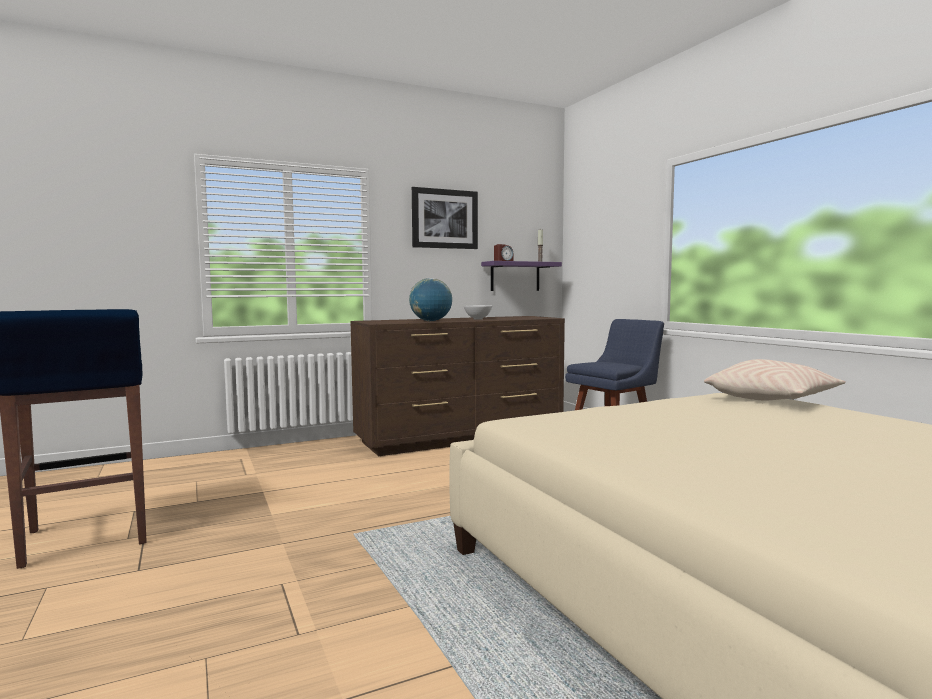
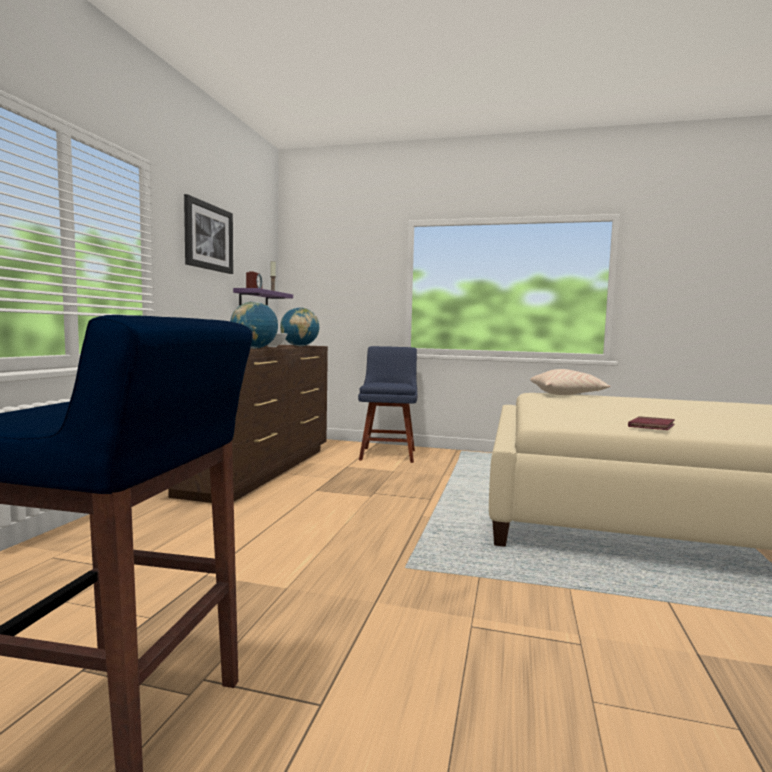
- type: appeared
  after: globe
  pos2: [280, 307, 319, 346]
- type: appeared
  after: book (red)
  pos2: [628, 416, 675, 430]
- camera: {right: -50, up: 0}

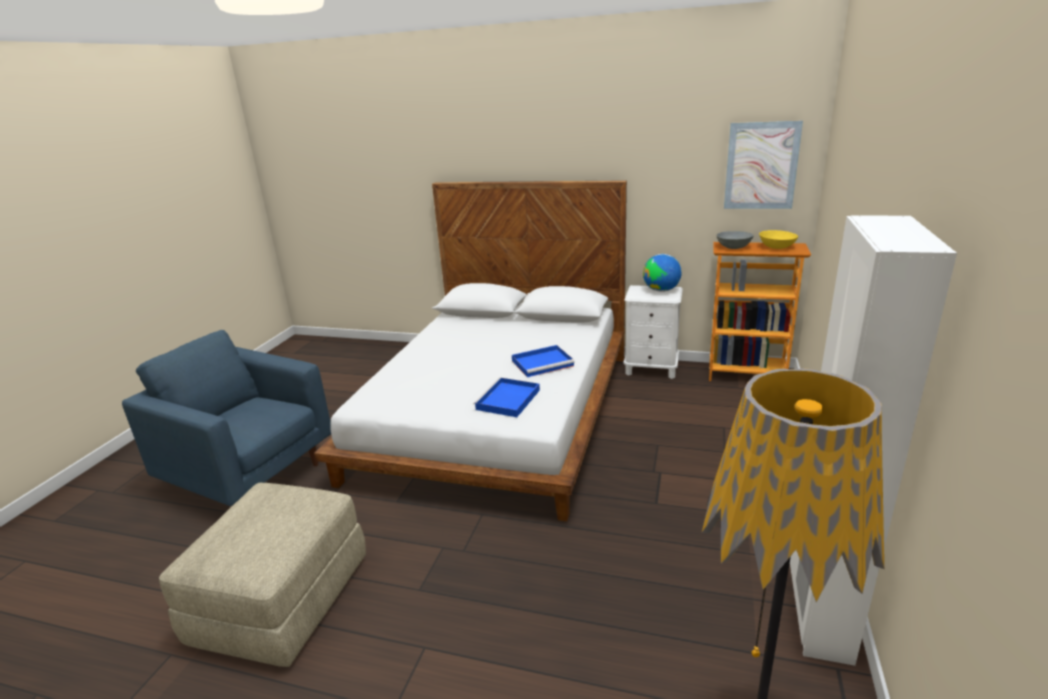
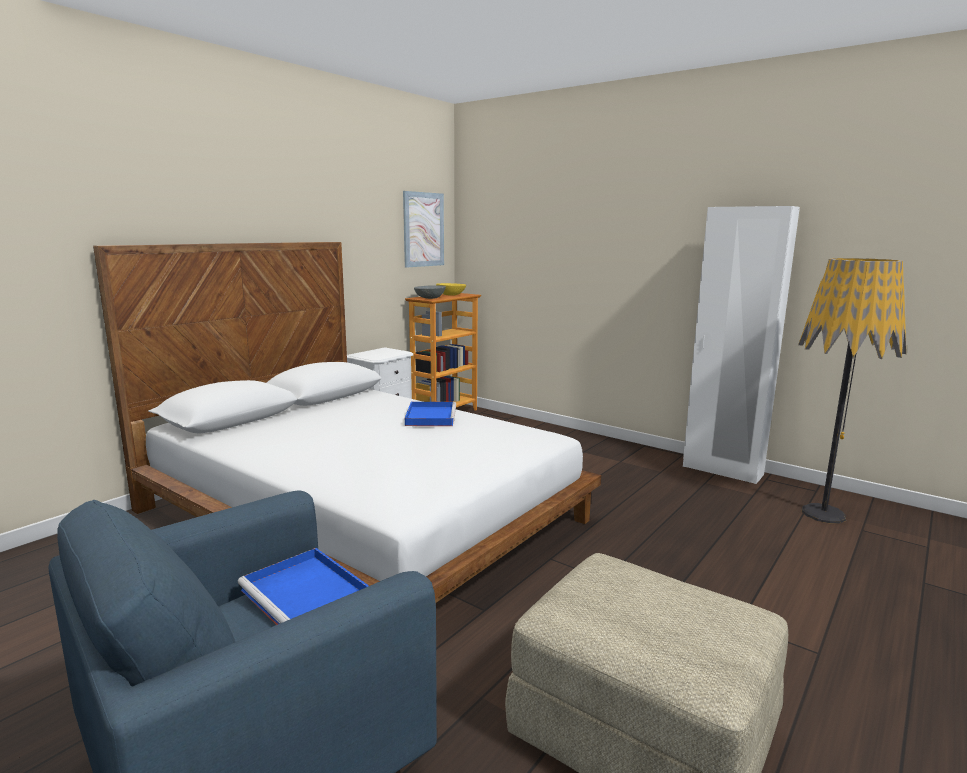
- type: relocated
  before: tray (blue)
  pos1: [473, 377, 540, 417]
  pos2: [238, 548, 369, 625]
- type: missing
  before: globe
  pos1: [643, 254, 682, 292]
- camera: {right: -70, up: -10}

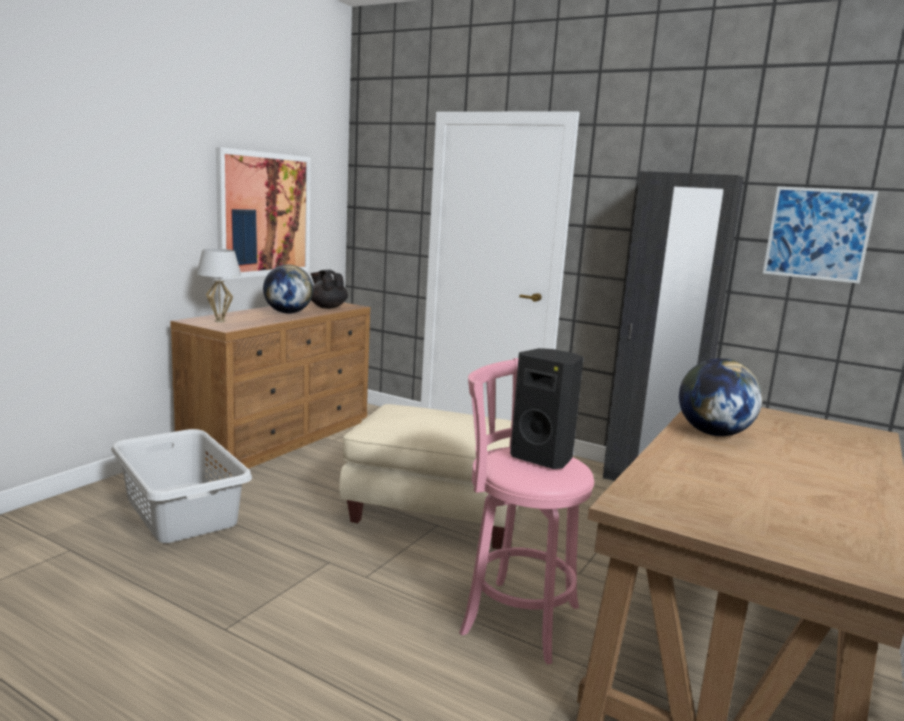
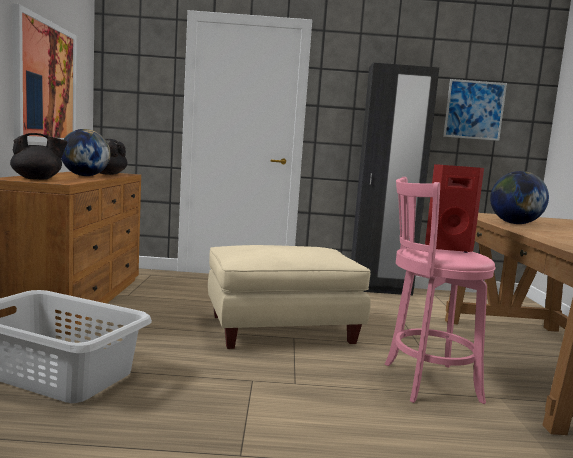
- type: exchanged
  before: table lamp (white)
  after: teapot (black)
  pos1: [196, 249, 241, 322]
  pos2: [10, 133, 68, 180]
- type: colour
  before: speaker (black)
  after: speaker (red)
  pos1: [510, 348, 584, 469]
  pos2: [425, 164, 484, 253]
- camera: {right: -30, up: -5}

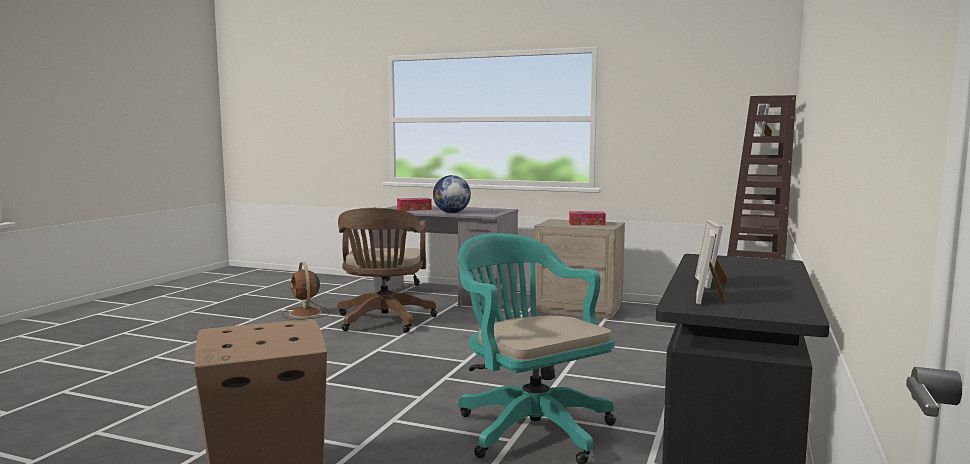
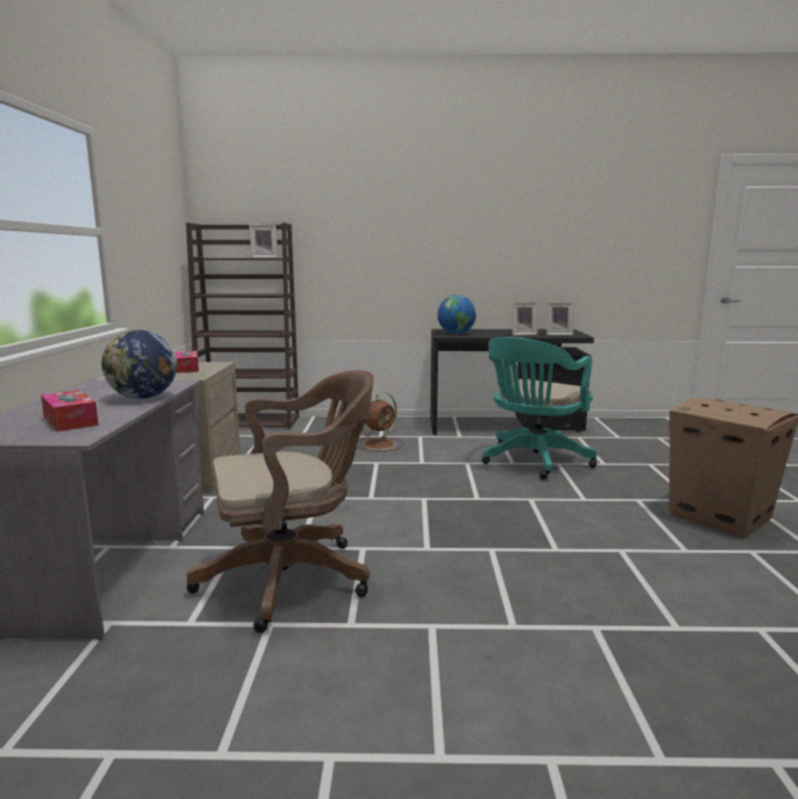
- type: relocated
  before: fan (brown)
  pos1: [282, 262, 330, 320]
  pos2: [356, 392, 404, 452]
- type: appeared
  after: globe
  pos2: [437, 295, 476, 334]
- camera: {right: -110, up: 5}

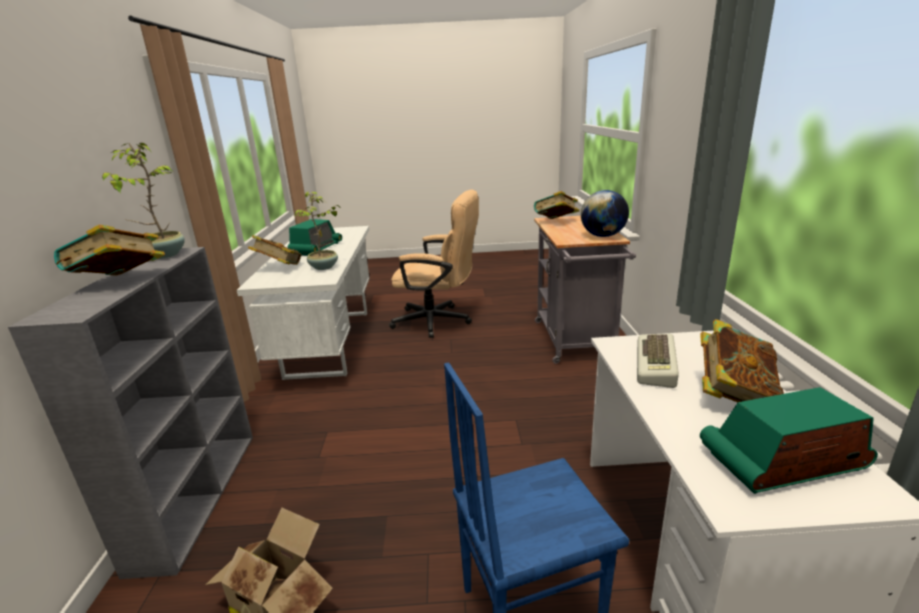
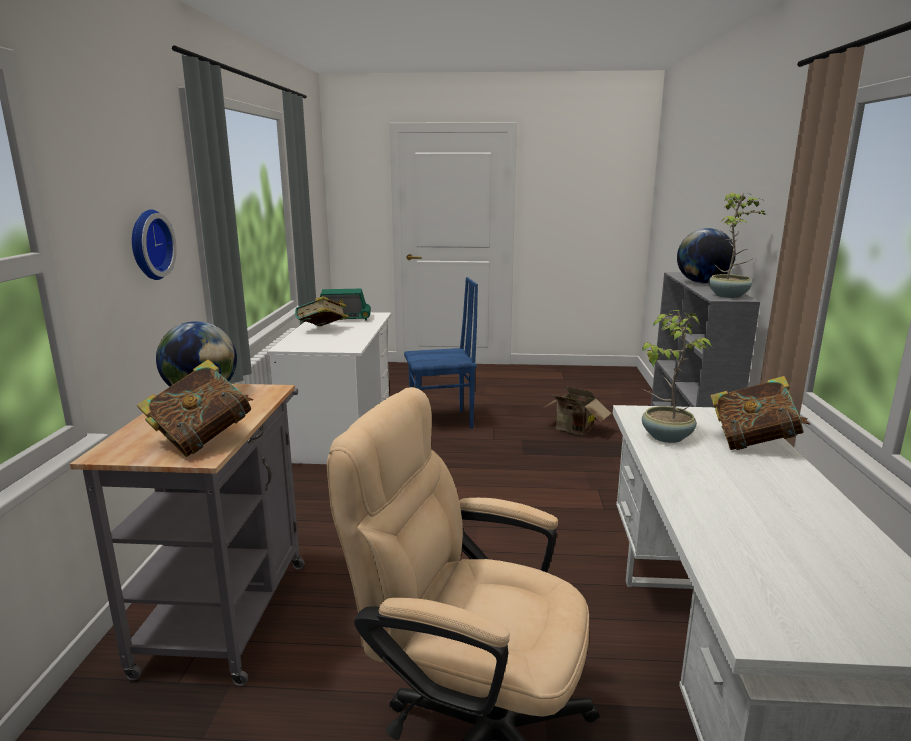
- type: exchanged
  before: book
  after: globe
  pos1: [54, 224, 165, 275]
  pos2: [677, 228, 736, 283]
- type: missing
  before: radio
  pos1: [288, 219, 342, 256]
- type: missing
  before: keyboard
  pos1: [637, 334, 679, 388]
- type: appeared
  after: wall clock
  pos2: [132, 209, 177, 280]
- camera: {right: -175, up: -5}

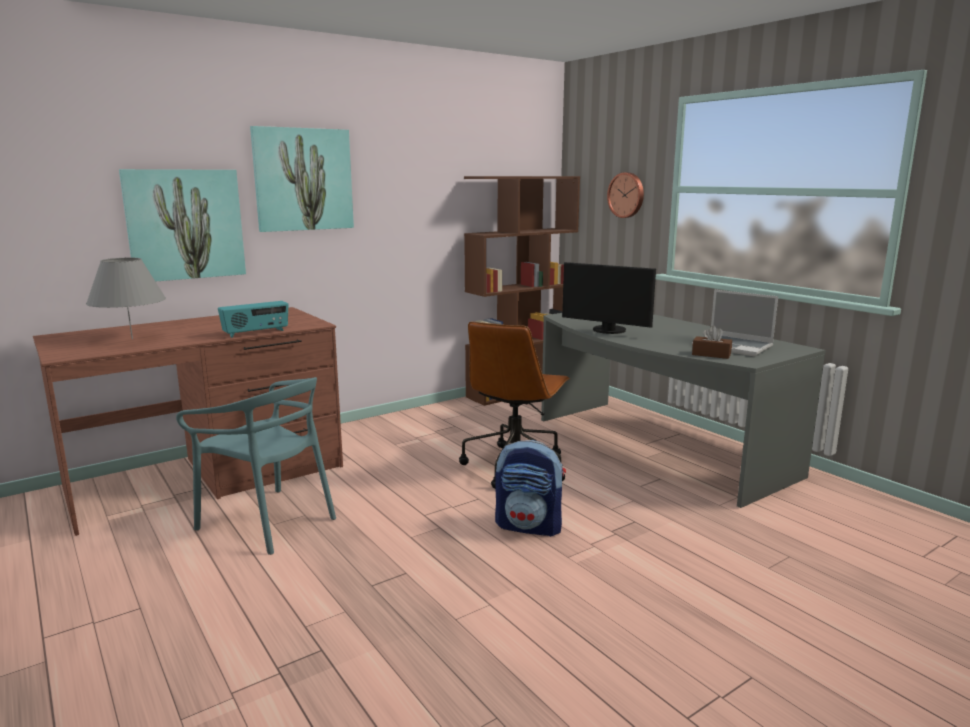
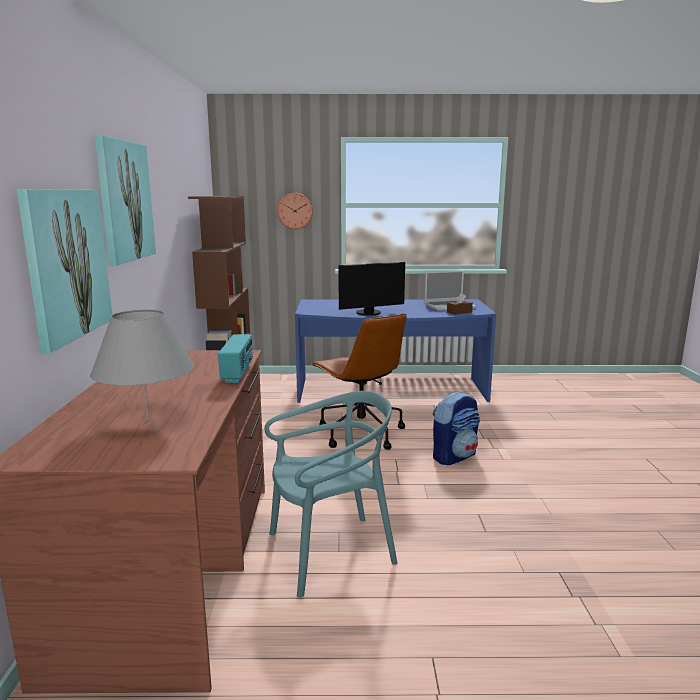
- type: colour
  before: desk (grey)
  after: desk (blue)
  pos1: [541, 313, 826, 508]
  pos2: [295, 299, 496, 403]
- camera: {right: -55, up: 0}

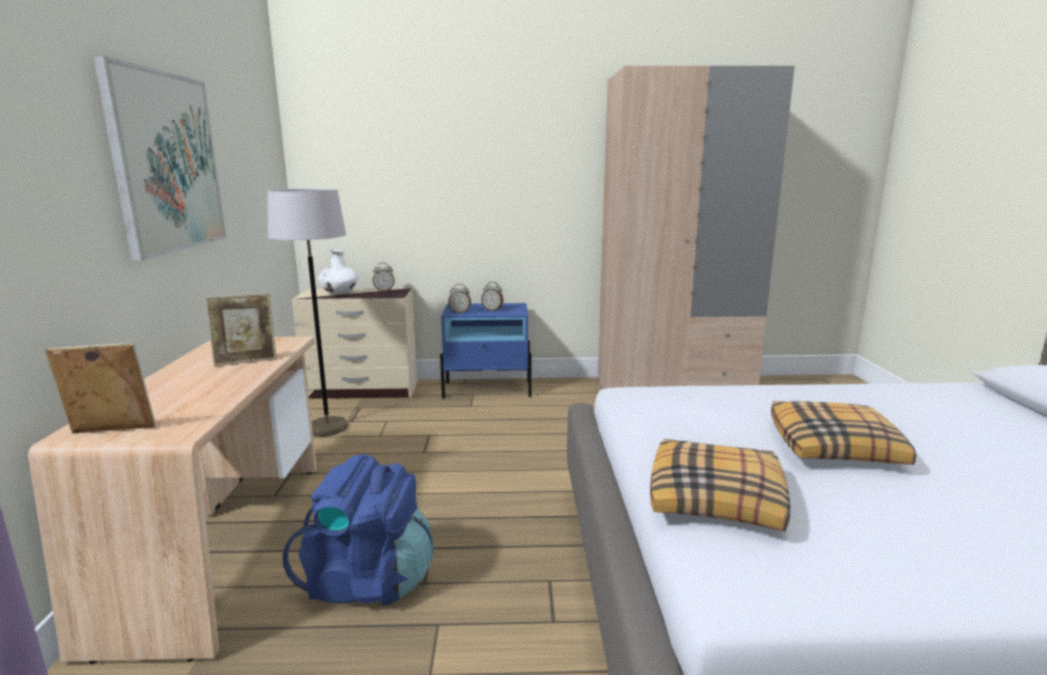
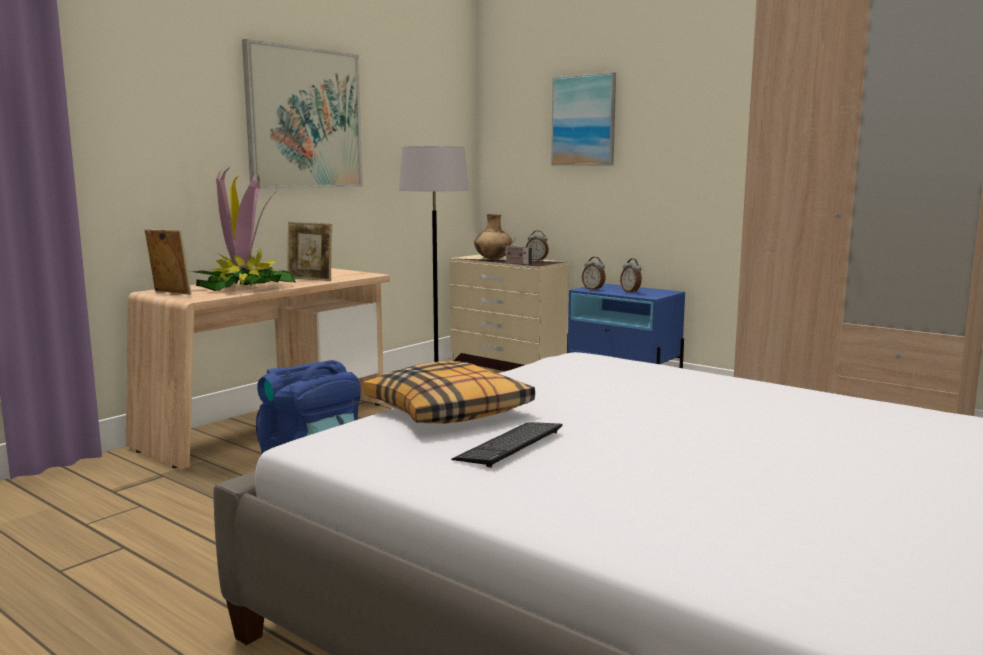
- type: colour
  before: vase (white)
  after: vase (brown)
  pos1: [318, 250, 358, 295]
  pos2: [474, 214, 513, 260]
- type: missing
  before: pillow
  pos1: [771, 401, 916, 465]
- type: appeared
  after: potted plant
  pos2: [188, 164, 296, 291]
- type: appeared
  after: keyboard
  pos2: [451, 422, 563, 468]
- type: appeared
  after: radio
  pos2: [504, 237, 532, 265]
- type: appeared
  after: picture
  pos2: [551, 72, 616, 166]
- camera: {right: 40, up: -5}

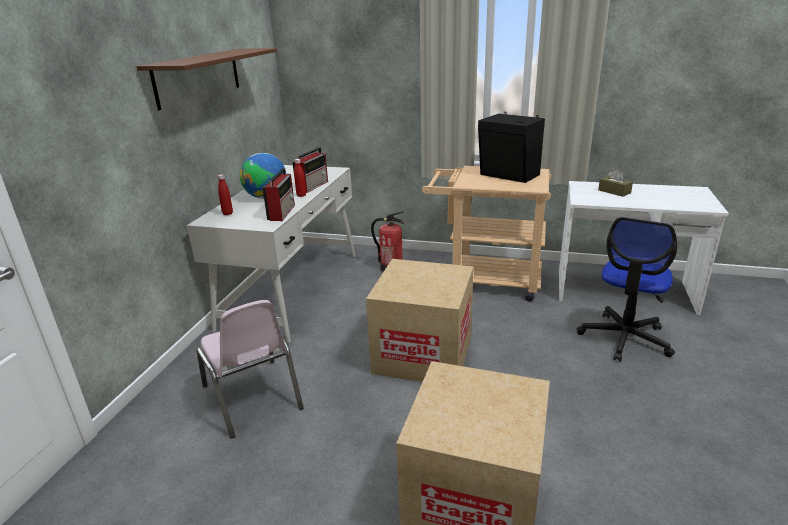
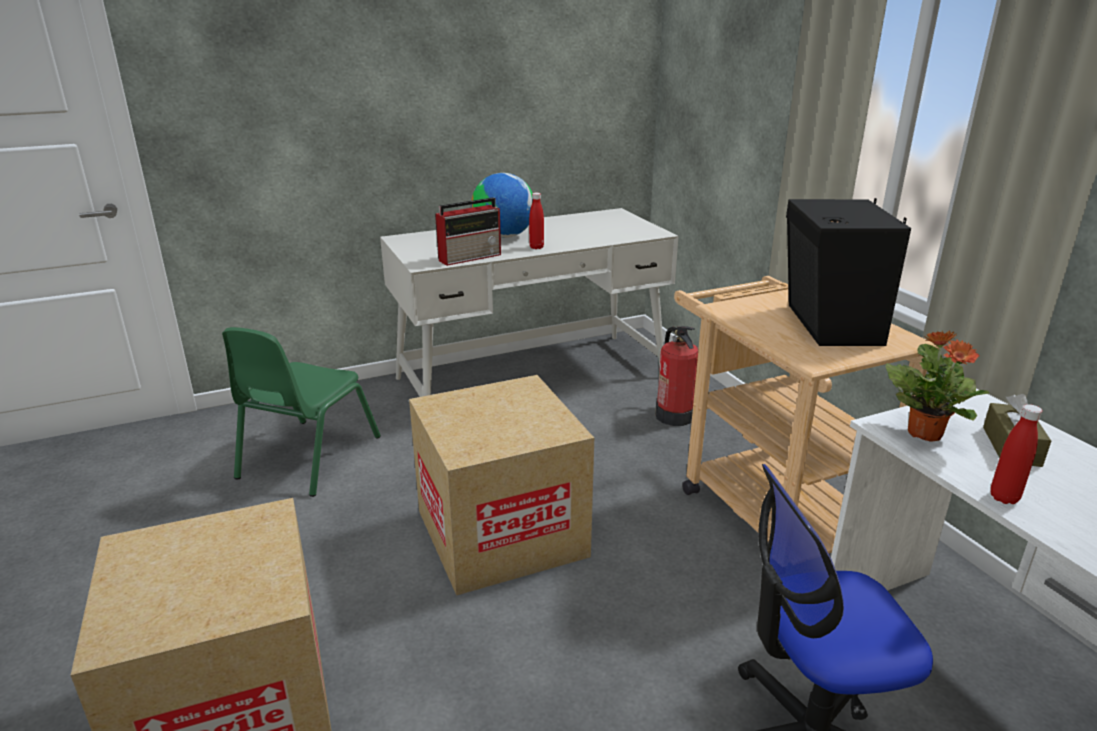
- type: missing
  before: shelf (brown)
  pos1: [136, 48, 278, 110]
- type: colour
  before: chair (pink)
  after: chair (green)
  pos1: [196, 300, 304, 438]
  pos2: [222, 327, 381, 497]
- type: relocated
  before: bottle (red)
  pos1: [218, 174, 233, 215]
  pos2: [991, 404, 1043, 504]
- type: missing
  before: radio
  pos1: [292, 147, 328, 193]
- type: appeared
  after: potted plant
  pos2: [885, 331, 990, 442]
- camera: {right: 50, up: 0}

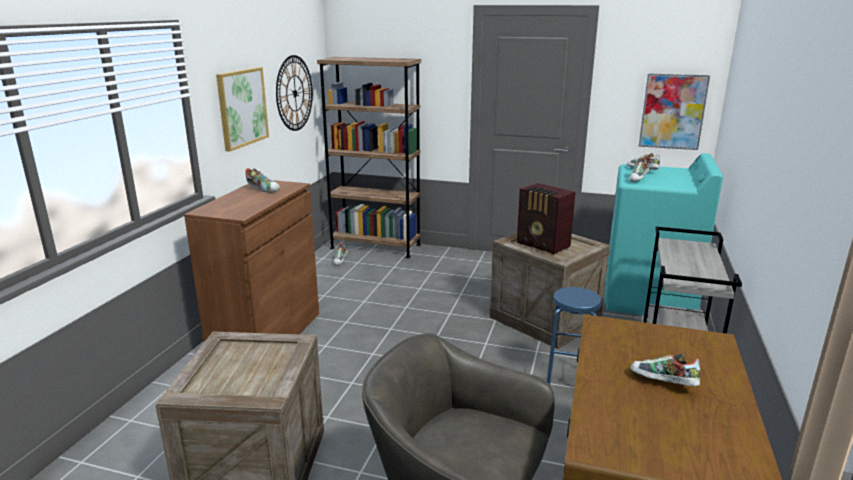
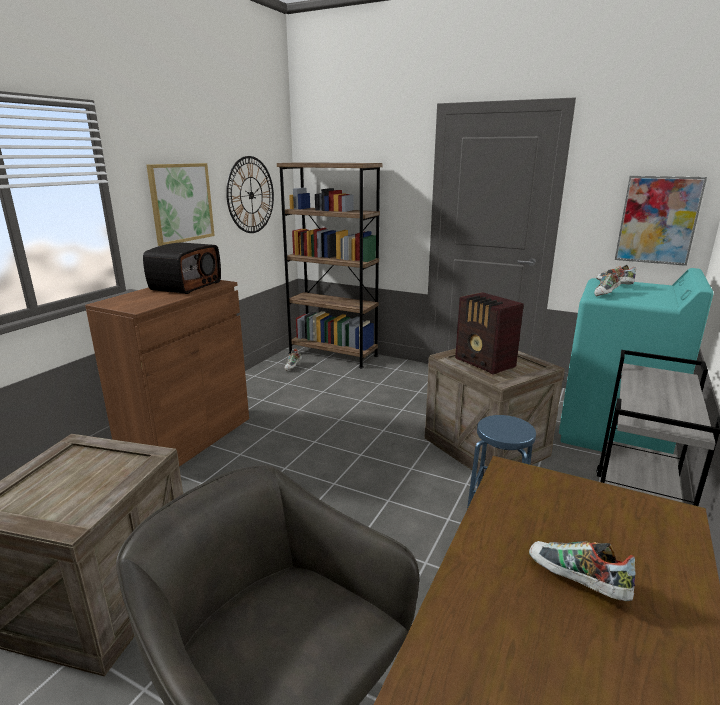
- type: exchanged
  before: shoe
  after: radio
  pos1: [245, 168, 280, 193]
  pos2: [143, 242, 221, 294]
- camera: {right: 10, up: 0}

